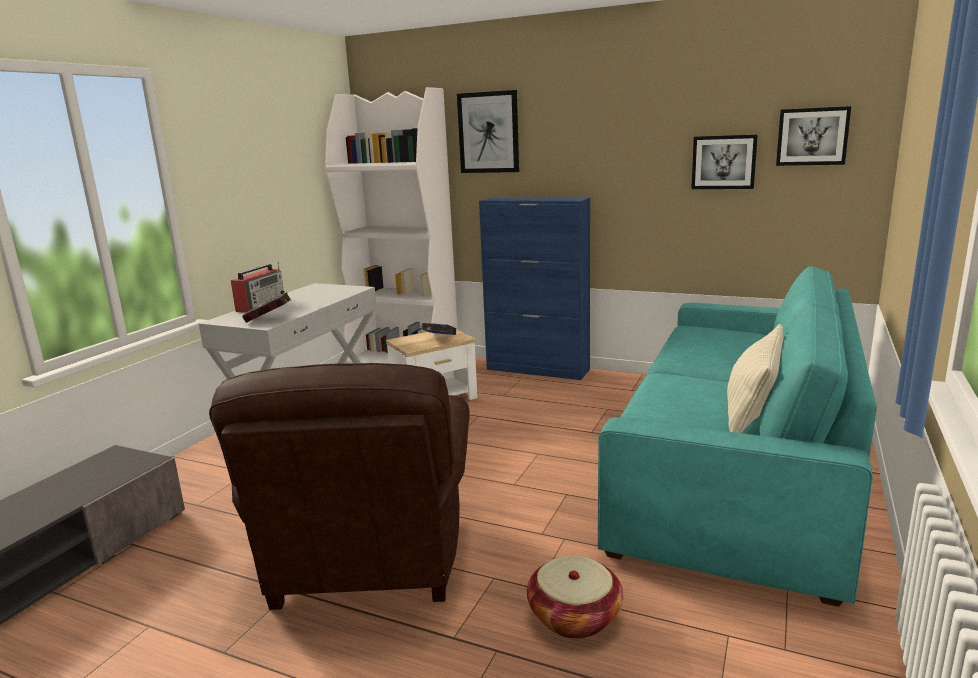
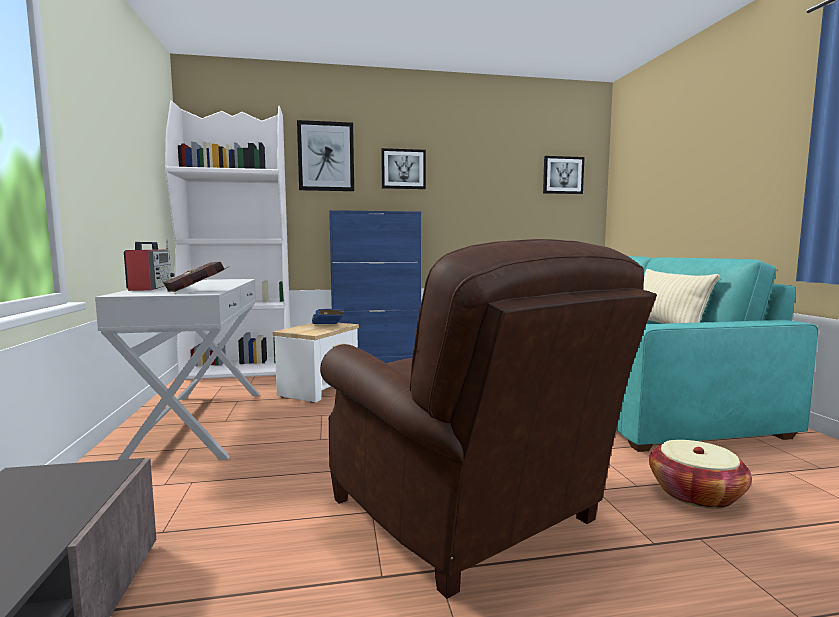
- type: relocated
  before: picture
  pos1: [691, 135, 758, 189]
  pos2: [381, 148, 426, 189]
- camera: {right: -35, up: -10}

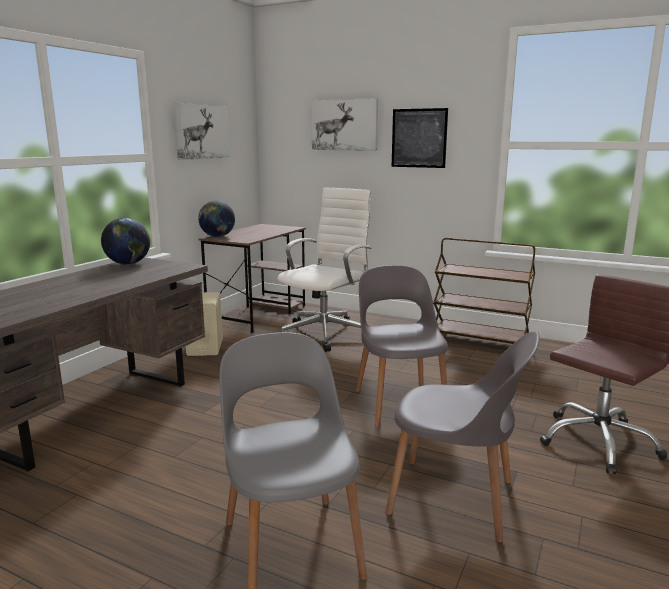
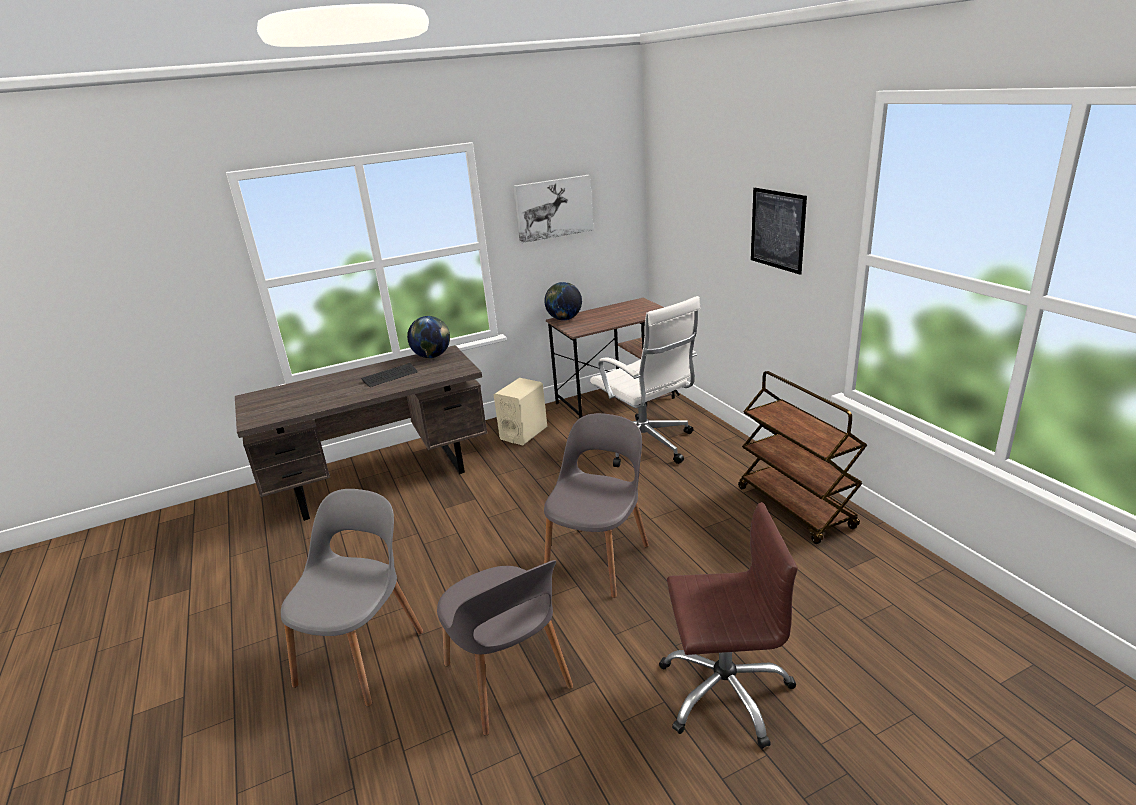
- type: spun
  before: office chair (white)
  pos1: [277, 187, 372, 352]
  pos2: [590, 296, 701, 467]
  turn: 75
- type: missing
  before: picture
  pos1: [311, 98, 378, 151]
- type: appeared
  after: keyboard
  pos2: [361, 363, 418, 387]
- camera: {right: 40, up: 10}

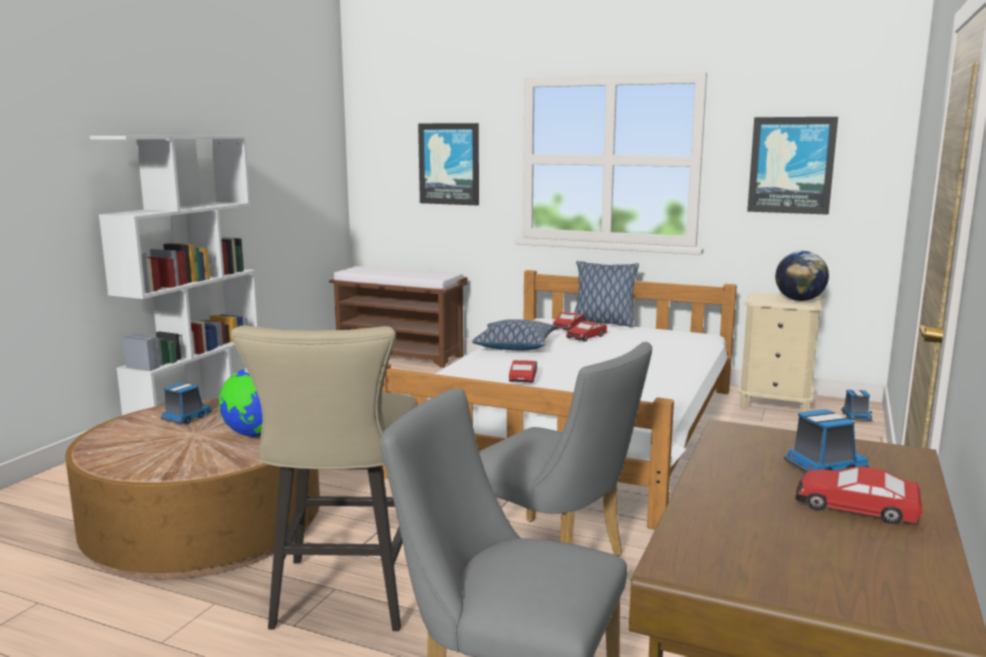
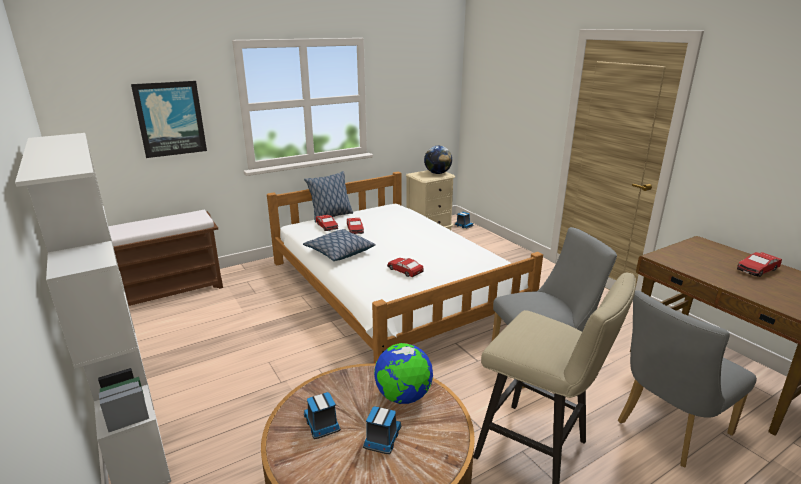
- type: missing
  before: picture
  pos1: [747, 117, 838, 215]
- type: relocated
  before: toy truck
  pos1: [784, 410, 869, 472]
  pos2: [363, 406, 402, 454]
- camera: {right: -55, up: 10}

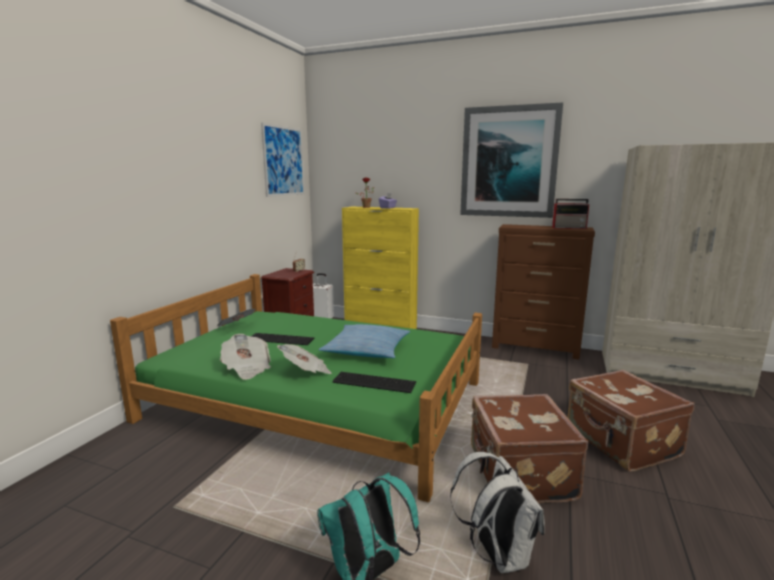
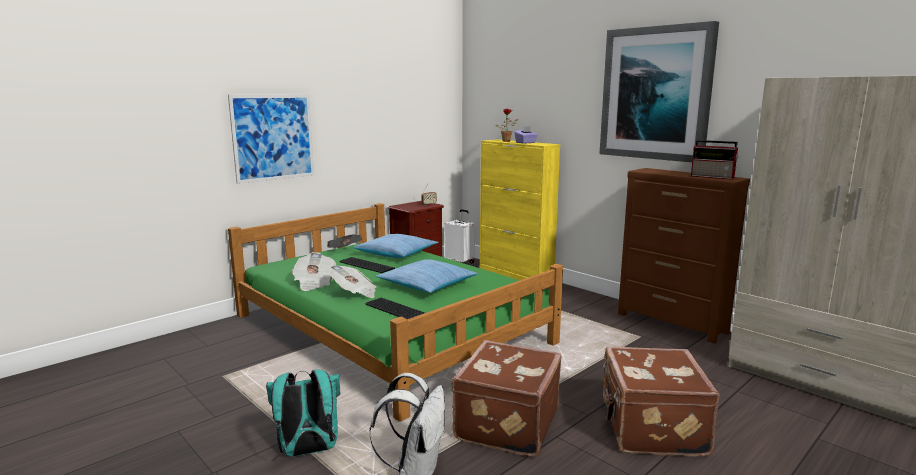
- type: relocated
  before: picture
  pos1: [261, 122, 304, 197]
  pos2: [228, 94, 314, 184]
- type: appeared
  after: pillow
  pos2: [354, 234, 439, 258]
- camera: {right: 25, up: 0}

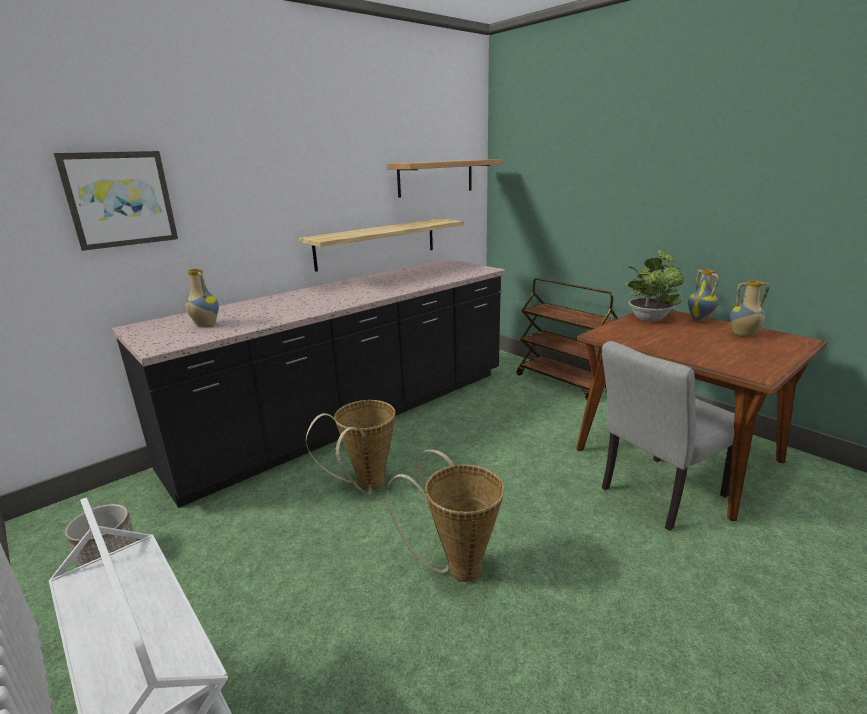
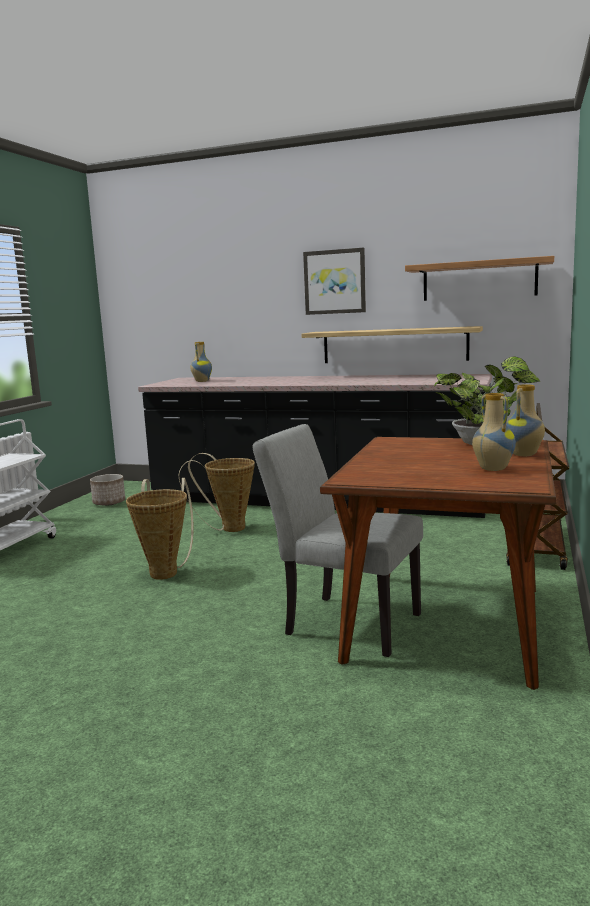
- type: relocated
  before: picture
  pos1: [54, 151, 178, 251]
  pos2: [303, 248, 366, 315]
- camera: {right: 60, up: -10}

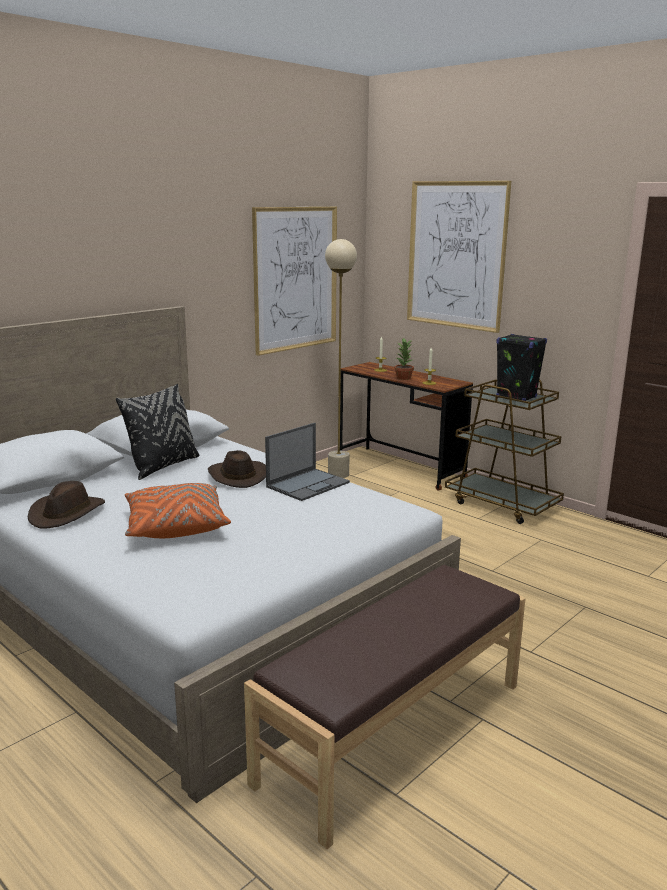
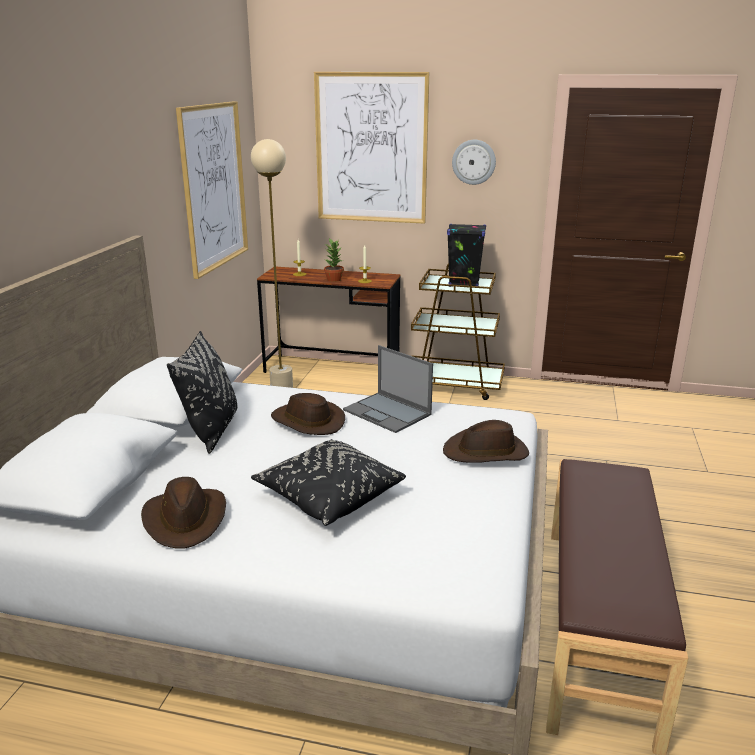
- type: colour
  before: pillow (orange)
  after: pillow (black)
  pos1: [125, 483, 231, 538]
  pos2: [251, 439, 406, 526]
- type: spun
  before: laptop
  pos1: [265, 423, 350, 501]
  pos2: [343, 345, 433, 433]
  turn: 120
- type: appeared
  after: hat (brown)
  pos2: [443, 420, 529, 463]
- type: appeared
  after: wall clock
  pos2: [452, 140, 496, 185]
- camera: {right: -30, up: 5}

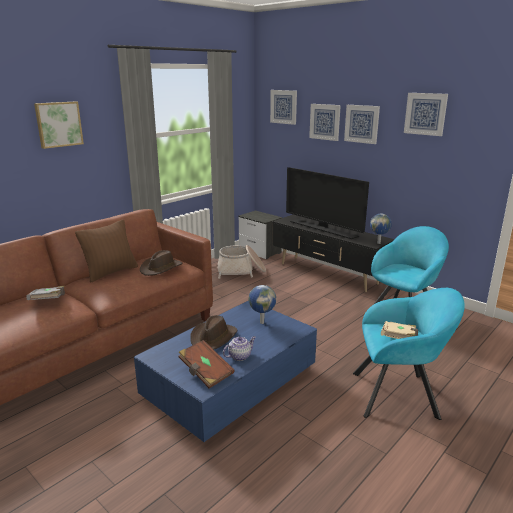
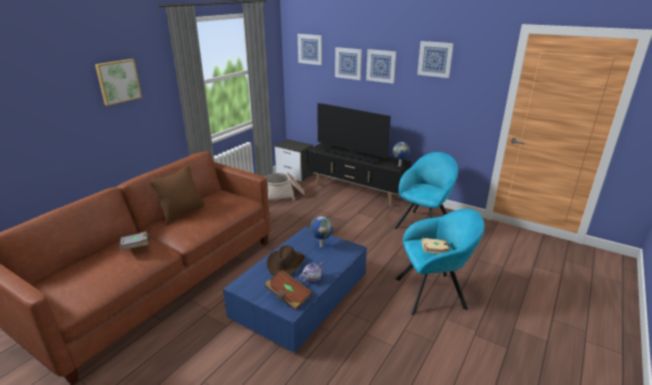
- type: missing
  before: hat (brown)
  pos1: [140, 250, 182, 276]
- camera: {right: -10, up: 5}

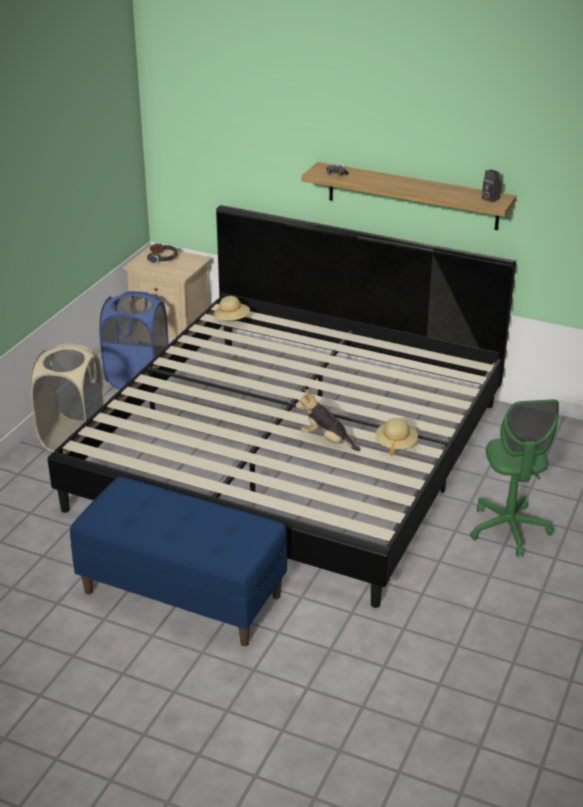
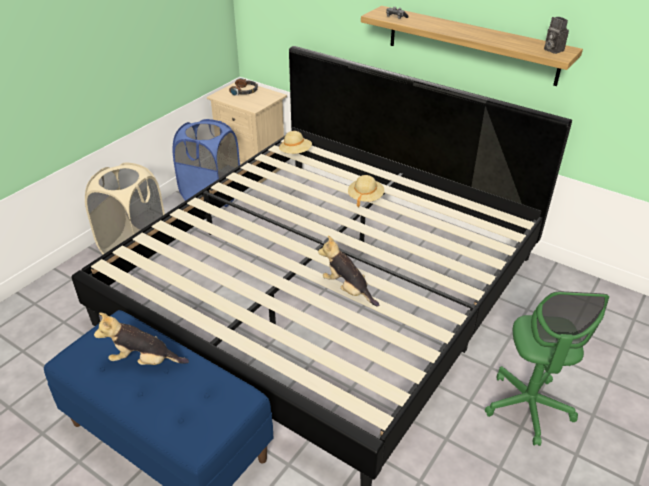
- type: relocated
  before: hat (beige)
  pos1: [375, 418, 418, 456]
  pos2: [348, 175, 384, 207]
- type: appeared
  after: plush toy
  pos2: [94, 313, 189, 365]
- camera: {right: 10, up: 5}

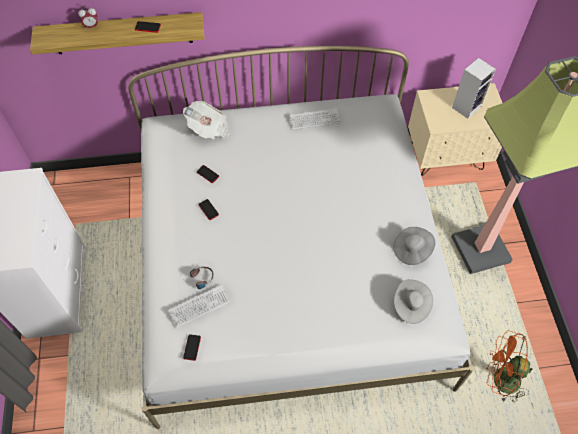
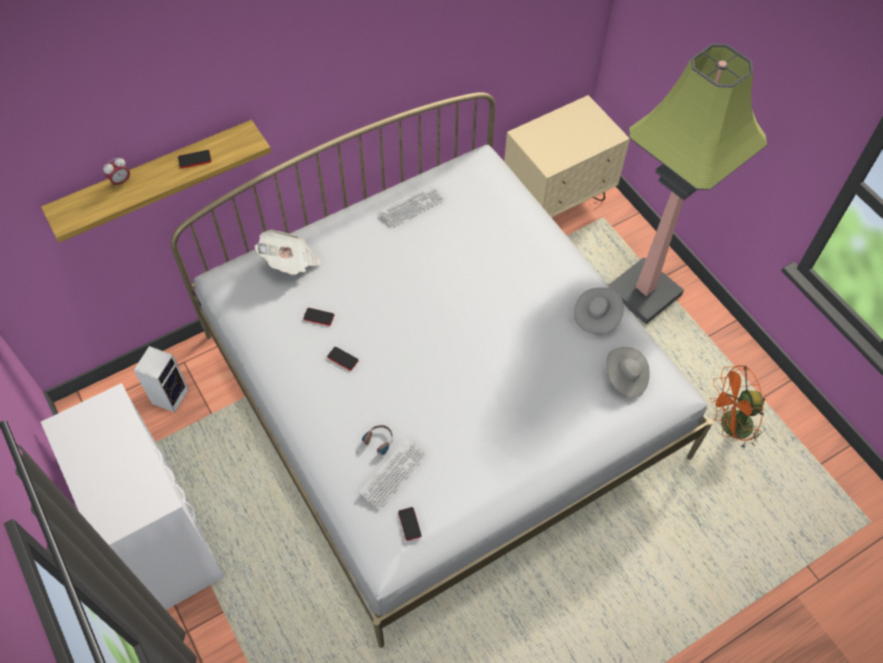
- type: relocated
  before: speaker
  pos1: [452, 58, 496, 119]
  pos2: [134, 346, 189, 413]
- camera: {right: -25, up: 0}

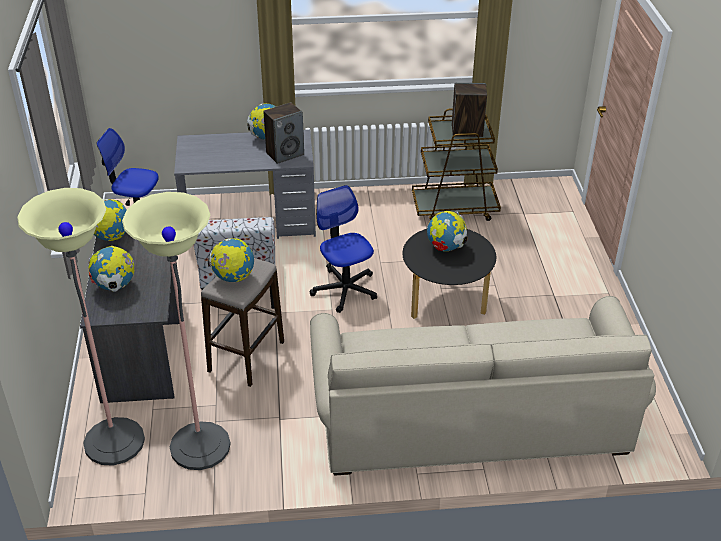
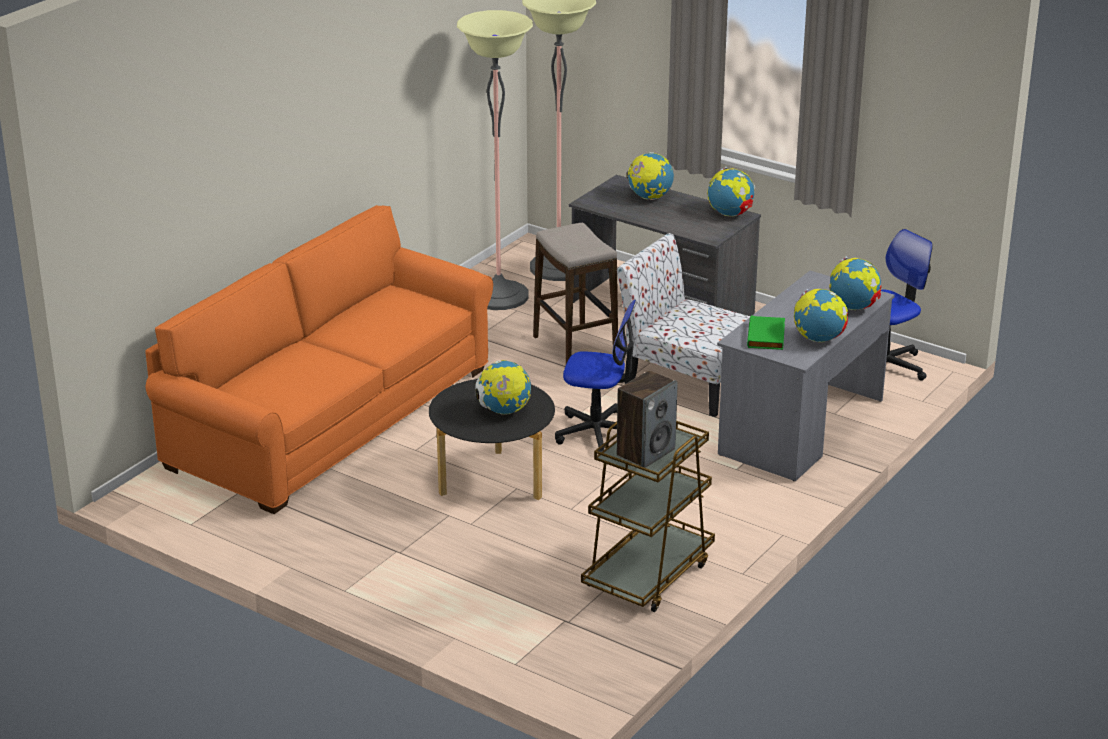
- type: relocated
  before: globe
  pos1: [208, 238, 254, 282]
  pos2: [829, 256, 881, 310]
- type: exchanged
  before: speaker
  after: book (green)
  pos1: [263, 102, 304, 164]
  pos2: [747, 316, 785, 350]
- type: colour
  before: sofa (beige)
  after: sofa (orange)
  pos1: [310, 296, 656, 476]
  pos2: [145, 205, 493, 514]
- camera: {right: 130, up: -10}

